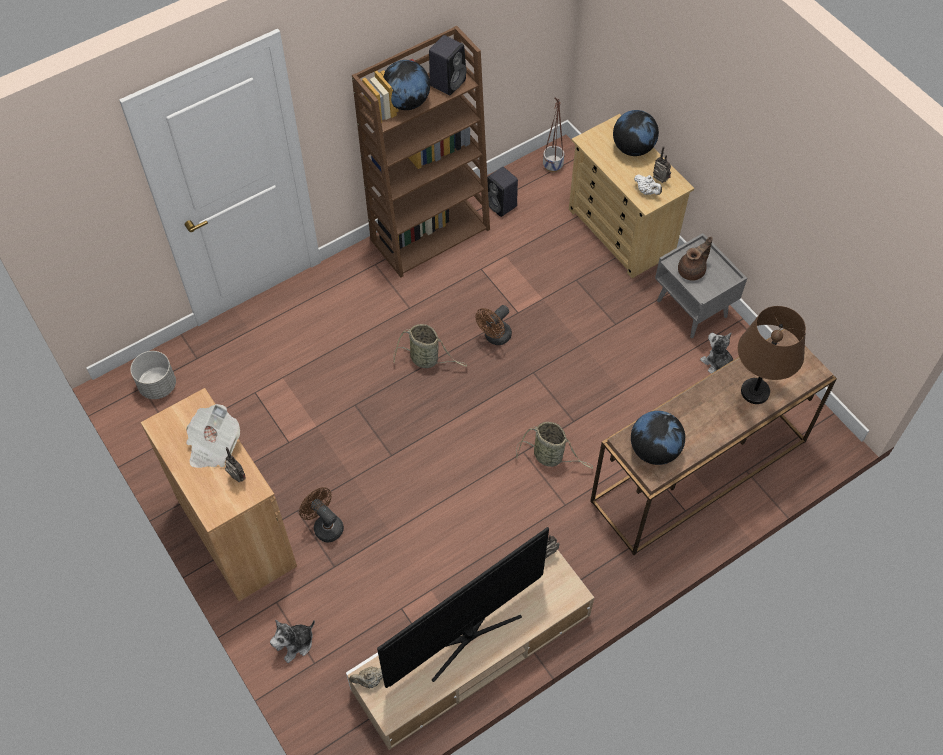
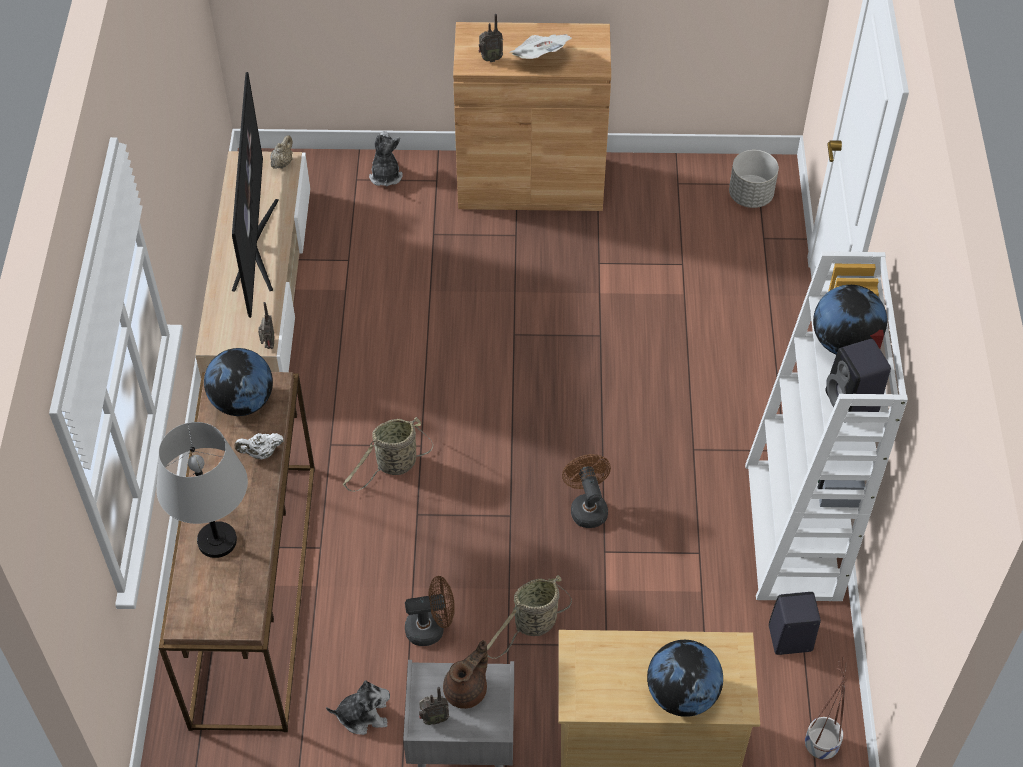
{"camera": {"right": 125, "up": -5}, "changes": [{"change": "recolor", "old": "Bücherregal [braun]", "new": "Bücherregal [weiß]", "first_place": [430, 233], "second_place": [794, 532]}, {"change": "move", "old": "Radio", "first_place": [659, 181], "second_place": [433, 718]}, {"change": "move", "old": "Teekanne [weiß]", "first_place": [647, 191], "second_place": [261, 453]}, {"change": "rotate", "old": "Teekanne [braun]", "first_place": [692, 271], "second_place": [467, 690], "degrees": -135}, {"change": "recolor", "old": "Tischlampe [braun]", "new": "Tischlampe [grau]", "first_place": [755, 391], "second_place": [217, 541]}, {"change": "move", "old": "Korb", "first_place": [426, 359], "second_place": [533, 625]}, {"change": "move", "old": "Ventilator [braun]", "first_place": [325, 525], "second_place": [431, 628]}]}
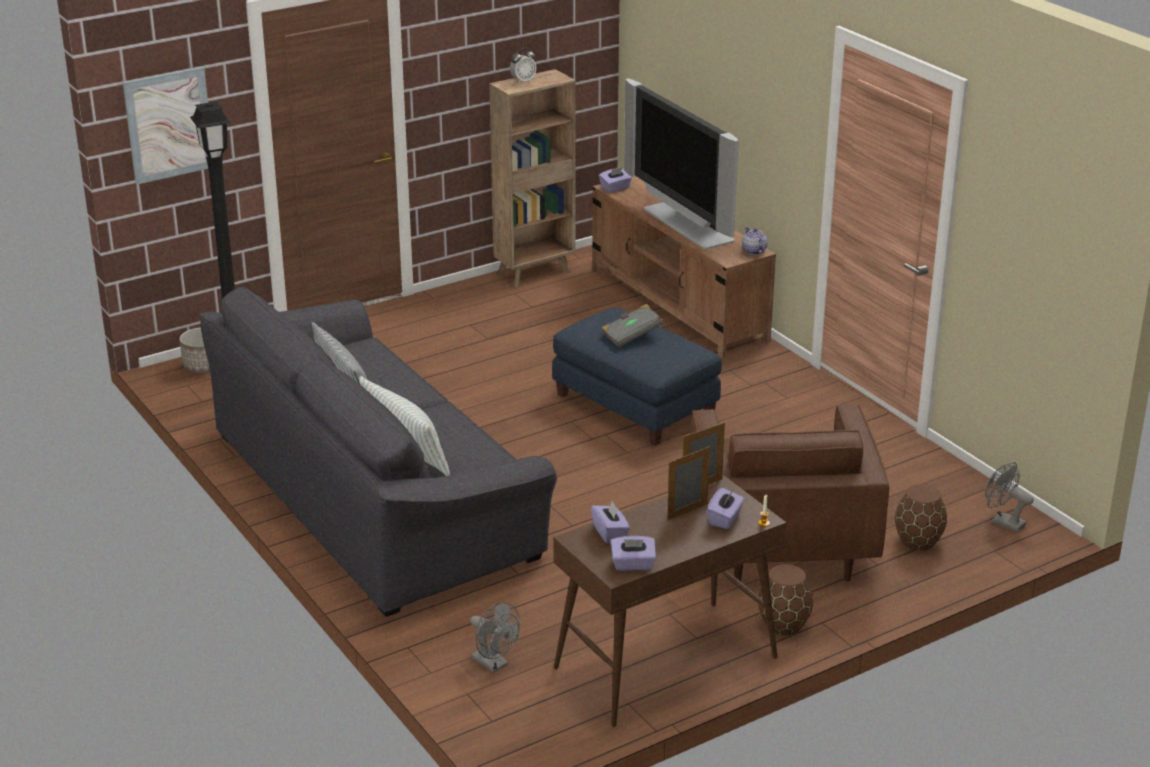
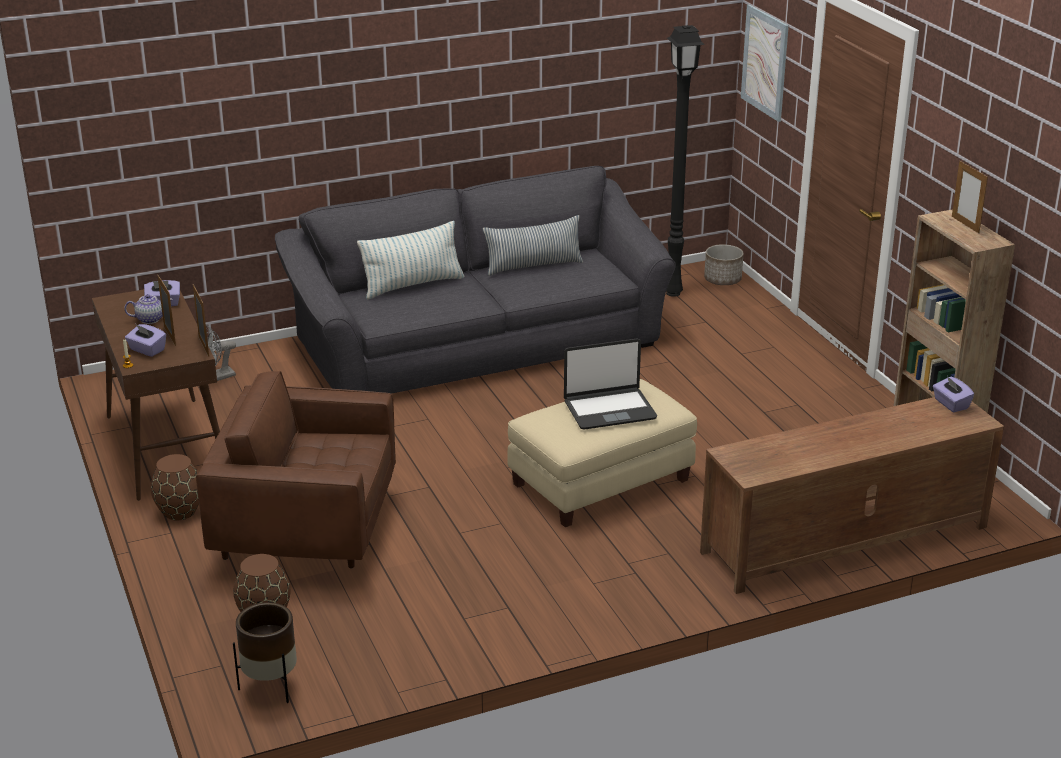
{"camera": {"right": 100, "up": 0}, "changes": [{"change": "replace", "old": "Wecker", "new": "Bilderrahmen", "first_place": [523, 81], "second_place": [965, 224]}, {"change": "delete", "old": "Fernseher", "first_place": [686, 225]}, {"change": "move", "old": "Teekanne", "first_place": [753, 251], "second_place": [150, 319]}, {"change": "replace", "old": "Buch [grau]", "new": "Laptop", "first_place": [631, 336], "second_place": [609, 410]}, {"change": "recolor", "old": "Polsterhocker [blau]", "new": "Polsterhocker [beige]", "first_place": [635, 405], "second_place": [599, 482]}, {"change": "replace", "old": "Ventilator [grau]", "new": "Pflanzkübel [braun]", "first_place": [1003, 522], "second_place": [270, 686]}, {"change": "delete", "old": "Taschentuchbox [lila]", "first_place": [633, 565]}]}
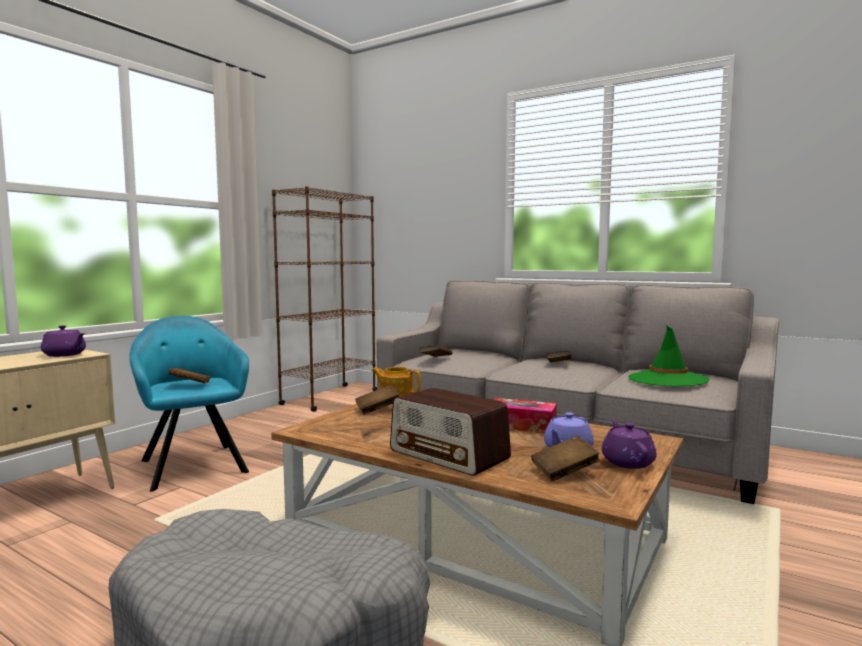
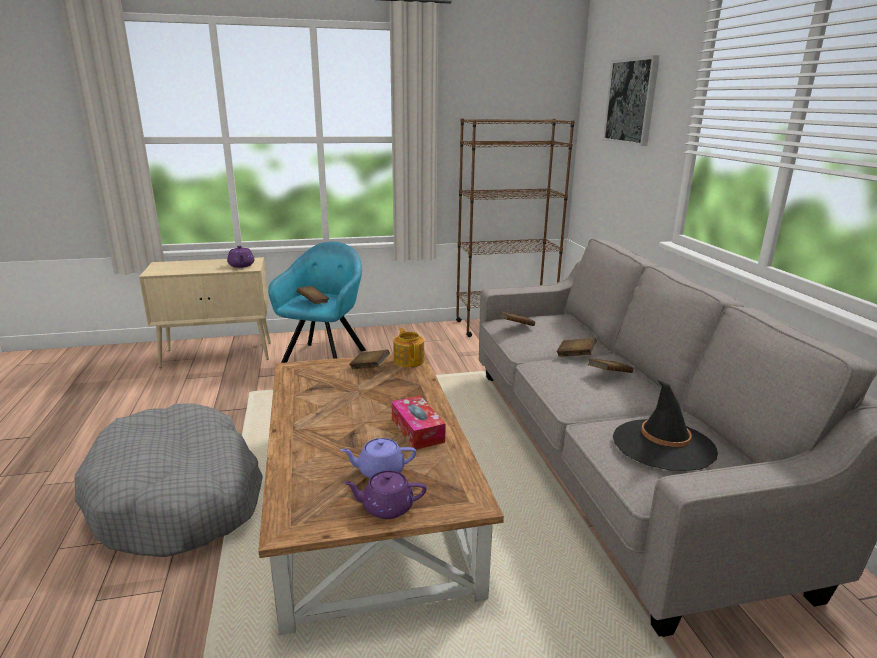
{"camera": {"right": 45, "up": 15}, "changes": [{"change": "recolor", "old": "Hut [grün]", "new": "Hut [schwarz]", "first_place": [667, 379], "second_place": [663, 445]}, {"change": "delete", "old": "Radio", "first_place": [449, 455]}, {"change": "rotate", "old": "Teekanne [lila]", "first_place": [627, 462], "second_place": [386, 507], "degrees": -135}, {"change": "move", "old": "Buch [braun]", "first_place": [564, 472], "second_place": [575, 356]}, {"change": "insert", "new": "Bild", "second_place": [631, 101]}]}
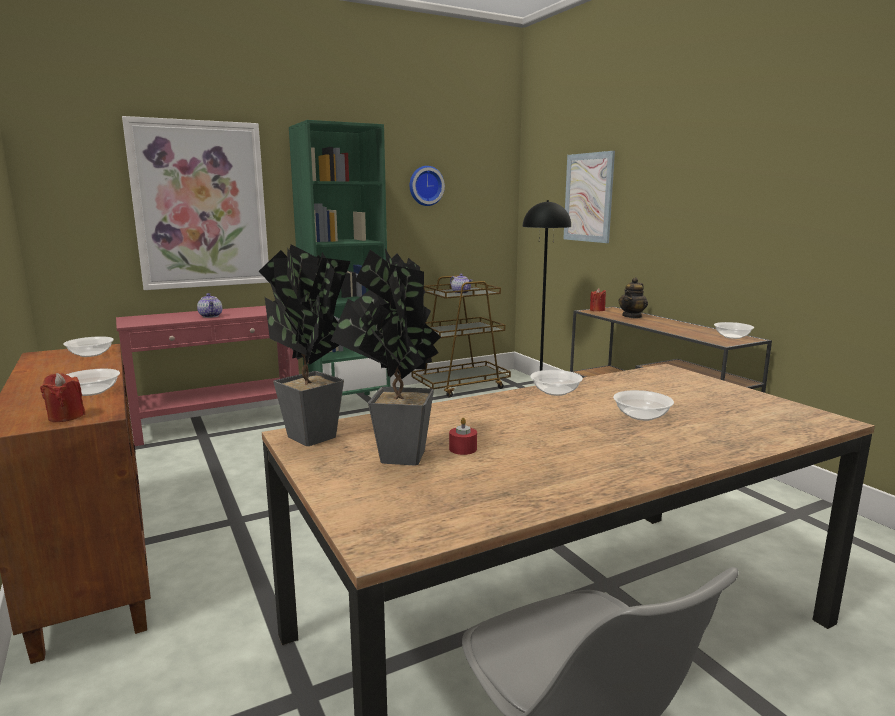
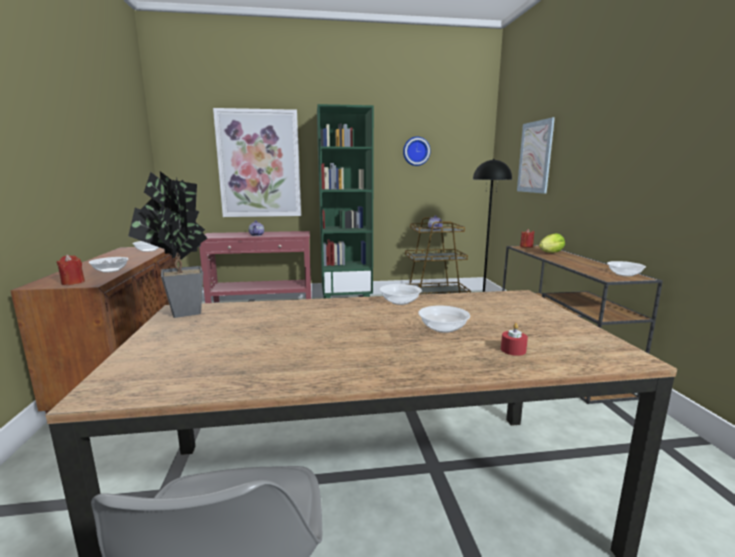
{"camera": {"right": 20, "up": 0}, "changes": [{"change": "delete", "old": "Topfpflanze", "first_place": [396, 459]}, {"change": "replace", "old": "Teekanne", "new": "Salatkopf", "first_place": [632, 316], "second_place": [550, 253]}, {"change": "move", "old": "Kerze [rot]", "first_place": [463, 449], "second_place": [513, 350]}]}
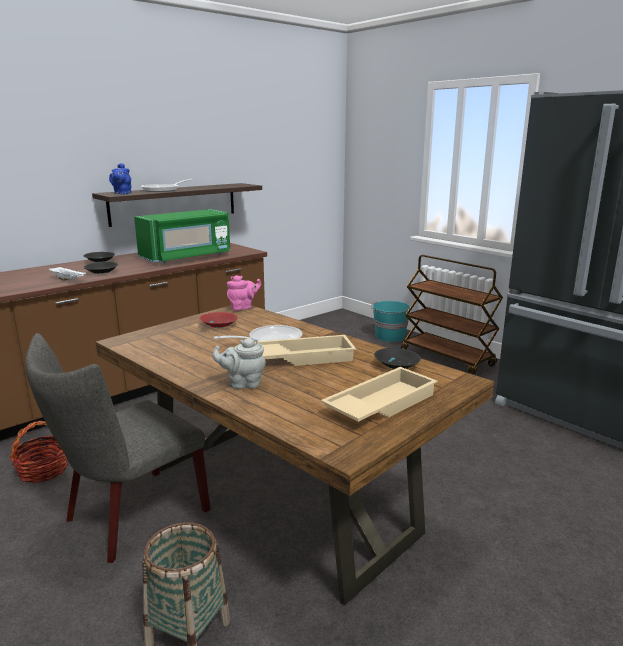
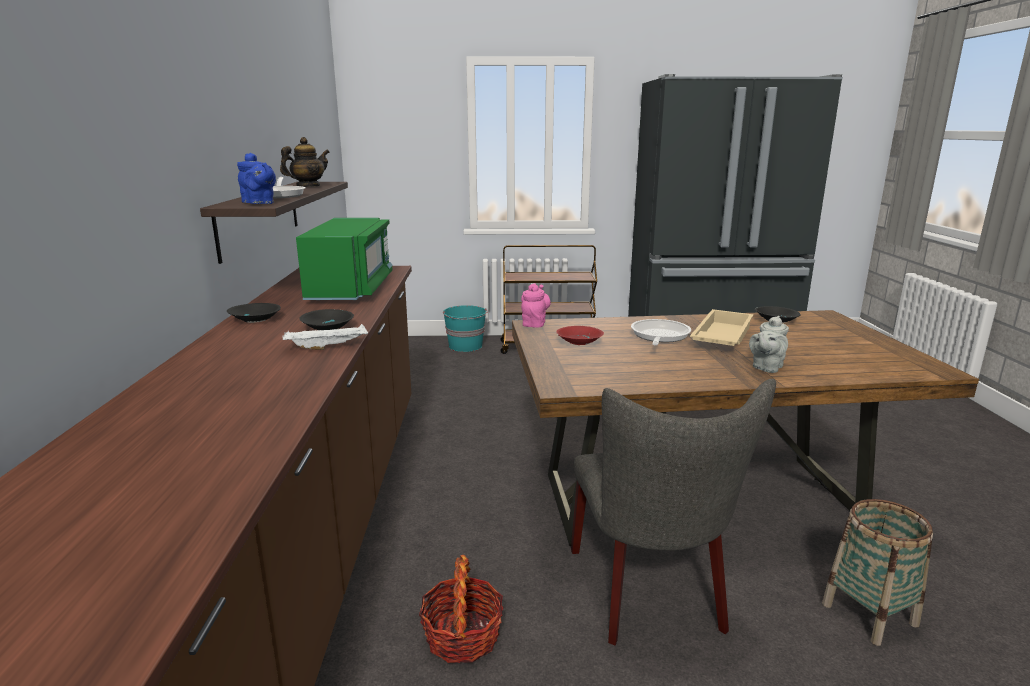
{"camera": {"right": -50, "up": 0}, "changes": [{"change": "delete", "old": "Tablett [beige]", "first_place": [380, 403]}, {"change": "insert", "new": "Teekanne", "second_place": [308, 187]}]}
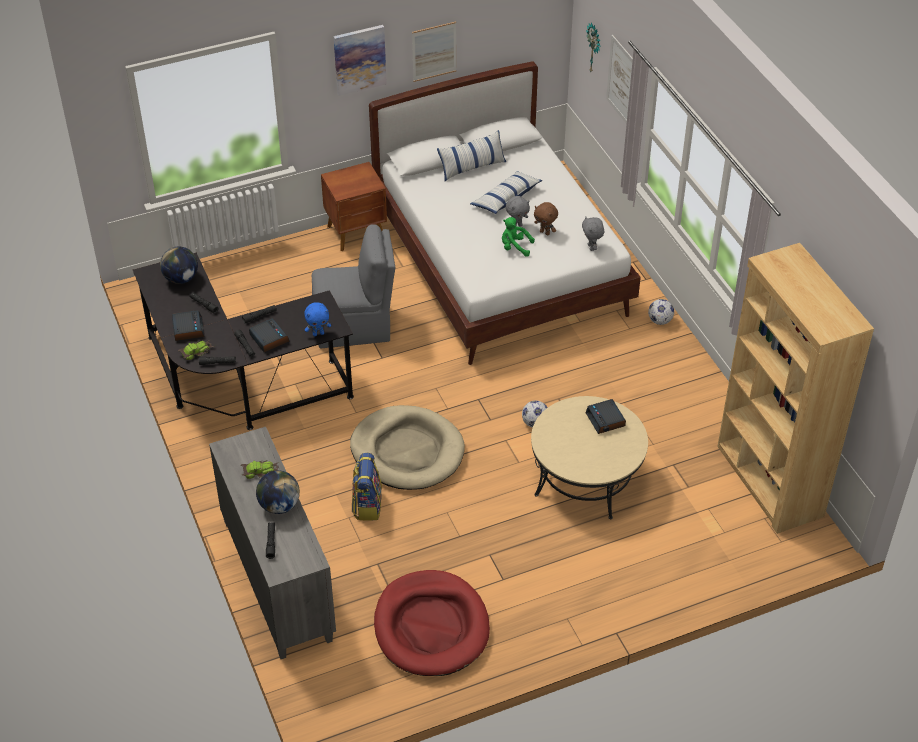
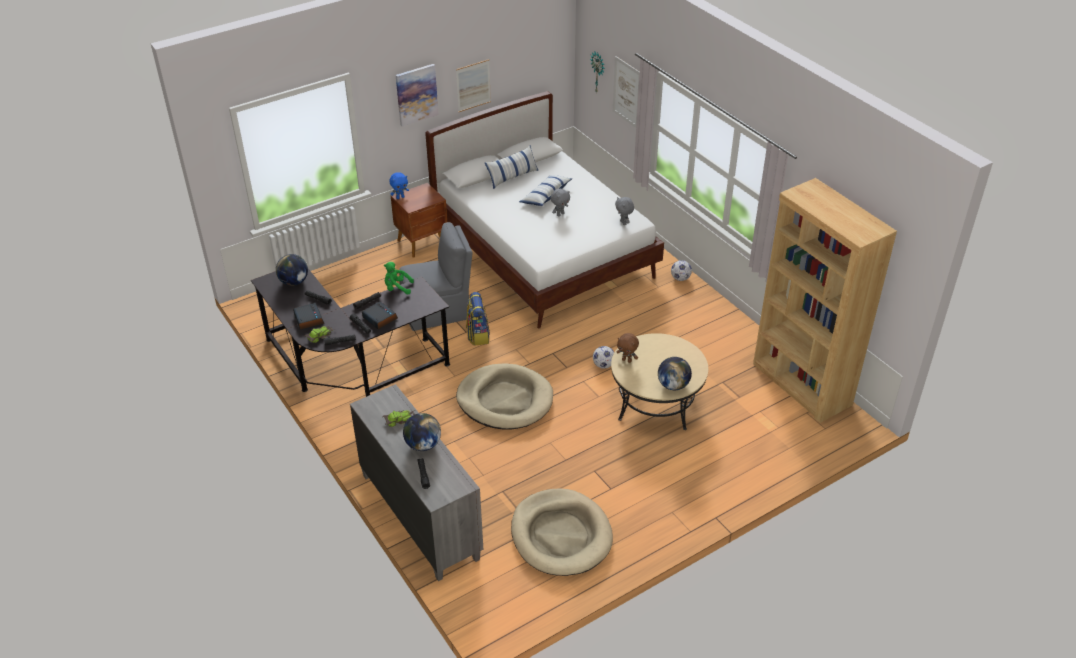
{"camera": {"right": -10, "up": -5}, "changes": [{"change": "move", "old": "Plüschtier [braun]", "first_place": [545, 232], "second_place": [627, 360]}, {"change": "move", "old": "Plüschtier [grün]", "first_place": [515, 247], "second_place": [397, 288]}, {"change": "move", "old": "Plüschtier [blau]", "first_place": [318, 333], "second_place": [400, 197]}, {"change": "delete", "old": "Wecker", "first_place": [606, 420]}, {"change": "move", "old": "Rucksack", "first_place": [367, 505], "second_place": [478, 335]}, {"change": "recolor", "old": "Hundebett [rot]", "new": "Hundebett [beige]", "first_place": [431, 627], "second_place": [561, 535]}, {"change": "insert", "new": "Globus", "second_place": [673, 385]}]}
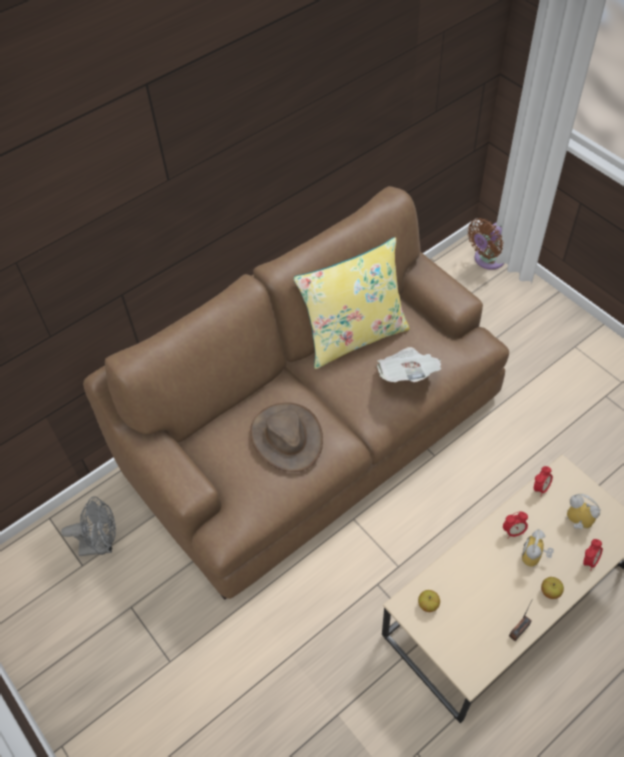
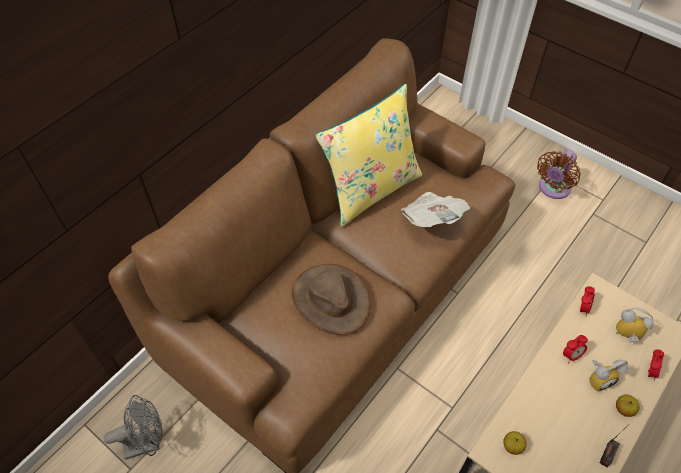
{"camera": {"right": -15, "up": 0}, "changes": [{"change": "move", "old": "Ventilator [braun]", "first_place": [487, 260], "second_place": [552, 189]}, {"change": "rotate", "old": "Wecker", "first_place": [534, 558], "second_place": [599, 378], "degrees": -120}]}
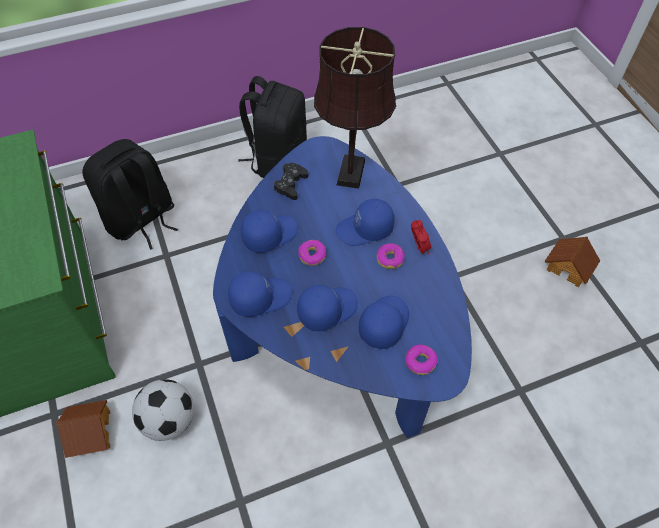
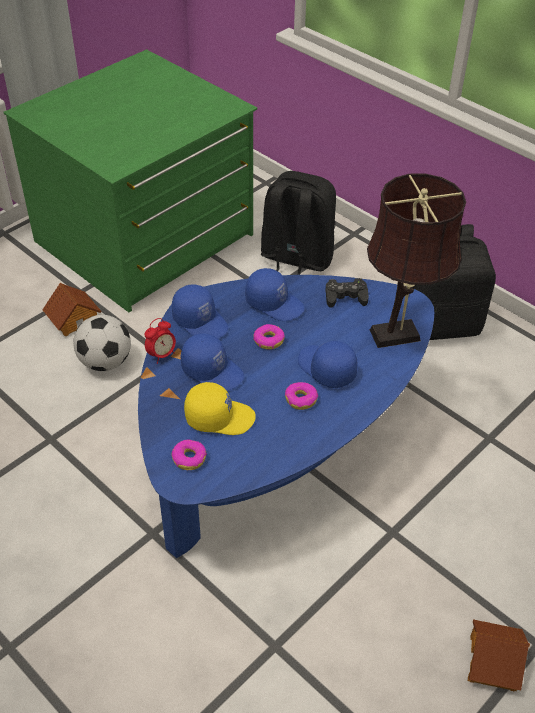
{"camera": {"right": 65, "up": -10}, "changes": [{"change": "move", "old": "Wecker", "first_place": [419, 248], "second_place": [161, 355]}, {"change": "recolor", "old": "Kappe [blau]", "new": "Kappe [gelb]", "first_place": [383, 323], "second_place": [219, 417]}]}
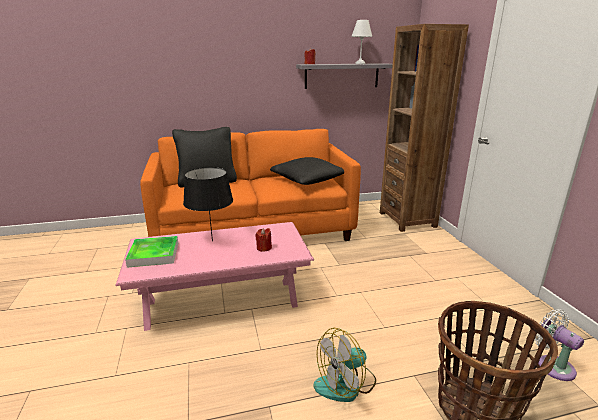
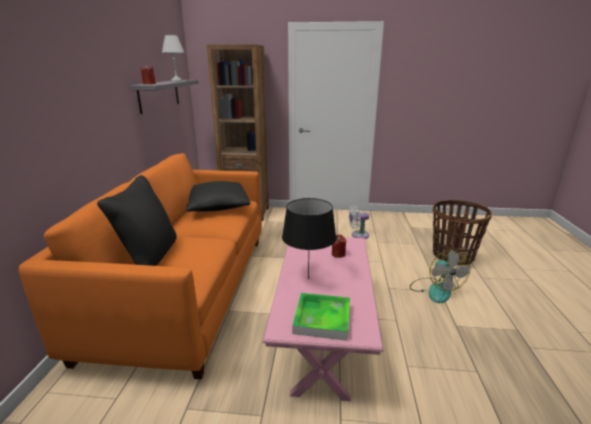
{"camera": {"right": -70, "up": 0}, "changes": [{"change": "move", "old": "Ventilator [weiß]", "first_place": [552, 365], "second_place": [358, 235]}]}
